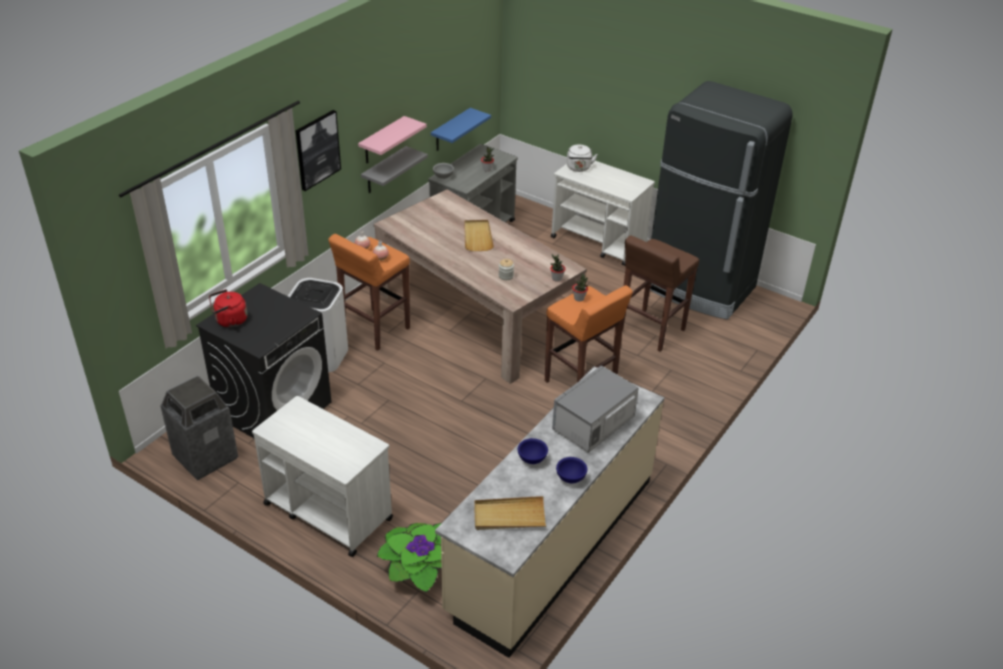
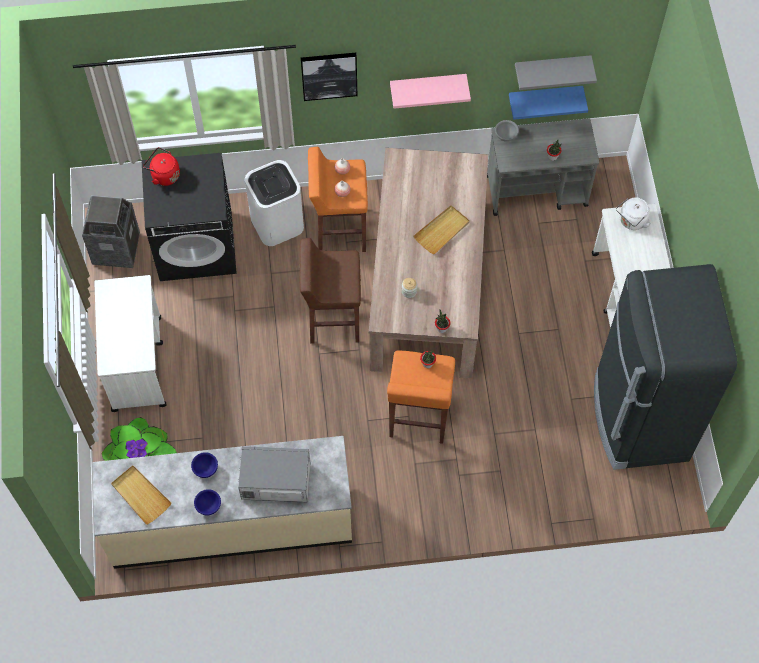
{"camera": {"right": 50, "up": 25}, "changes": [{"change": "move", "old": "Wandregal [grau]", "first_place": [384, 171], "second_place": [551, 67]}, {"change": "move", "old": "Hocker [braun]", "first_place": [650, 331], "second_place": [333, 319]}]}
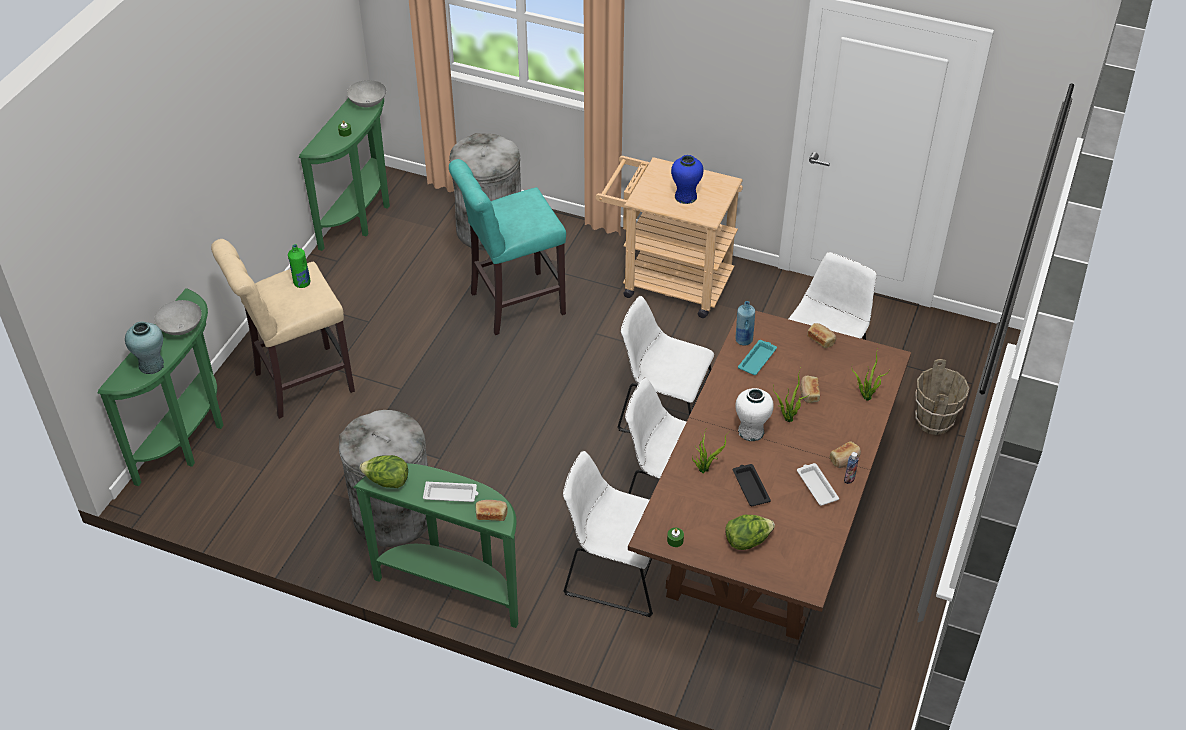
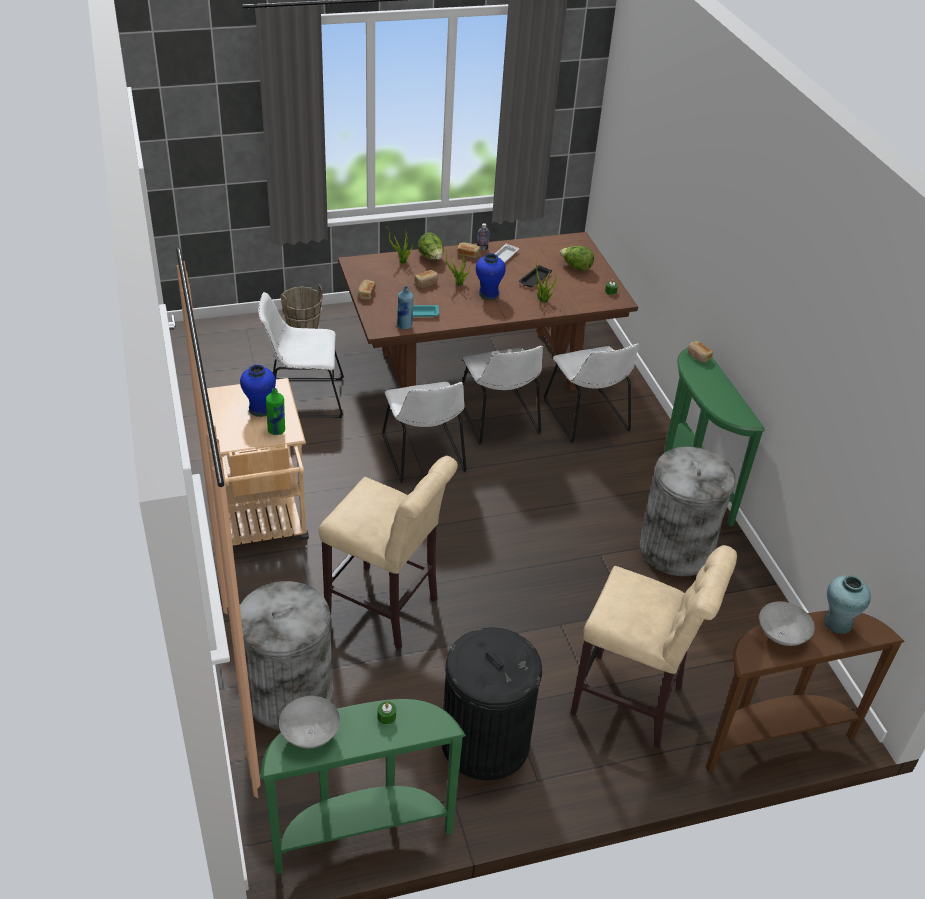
{"camera": {"right": -130, "up": -5}, "changes": [{"change": "recolor", "old": "Hocker [türkis]", "new": "Hocker [beige]", "first_place": [512, 305], "second_place": [387, 610]}, {"change": "move", "old": "Flasche [grün]", "first_place": [302, 283], "second_place": [277, 430]}, {"change": "recolor", "old": "Konsolentisch [grün]", "new": "Konsolentisch [braun]", "first_place": [190, 439], "second_place": [772, 737]}, {"change": "recolor", "old": "Vase [weiß]", "new": "Vase [blau]", "first_place": [751, 431], "second_place": [488, 294]}, {"change": "move", "old": "Salatkopf", "first_place": [387, 481], "second_place": [431, 258]}, {"change": "delete", "old": "Tablett [weiß]", "first_place": [451, 494]}, {"change": "insert", "new": "Mülleimer [schwarz]", "second_place": [486, 742]}]}
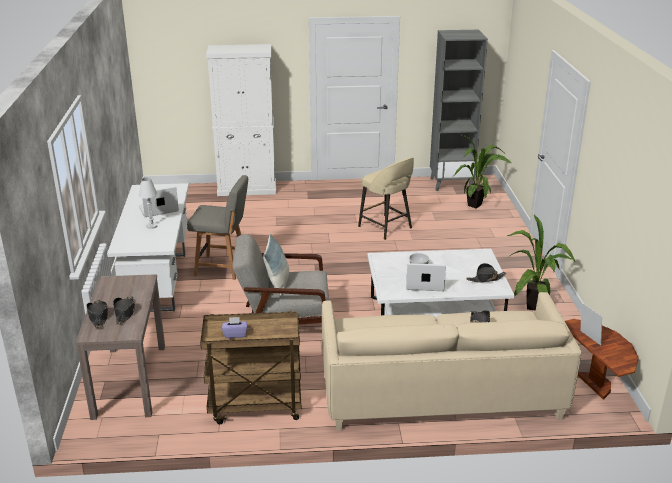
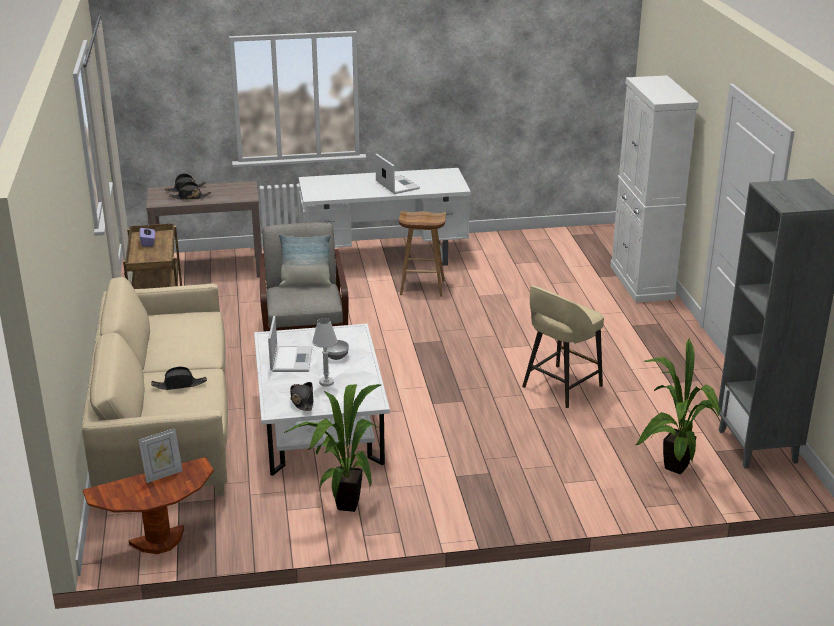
{"camera": {"right": 85, "up": 0}, "changes": [{"change": "replace", "old": "Stuhl [grau]", "new": "Hocker [braun]", "first_place": [223, 267], "second_place": [421, 288]}, {"change": "move", "old": "Tischlampe [weiß]", "first_place": [152, 226], "second_place": [326, 382]}]}
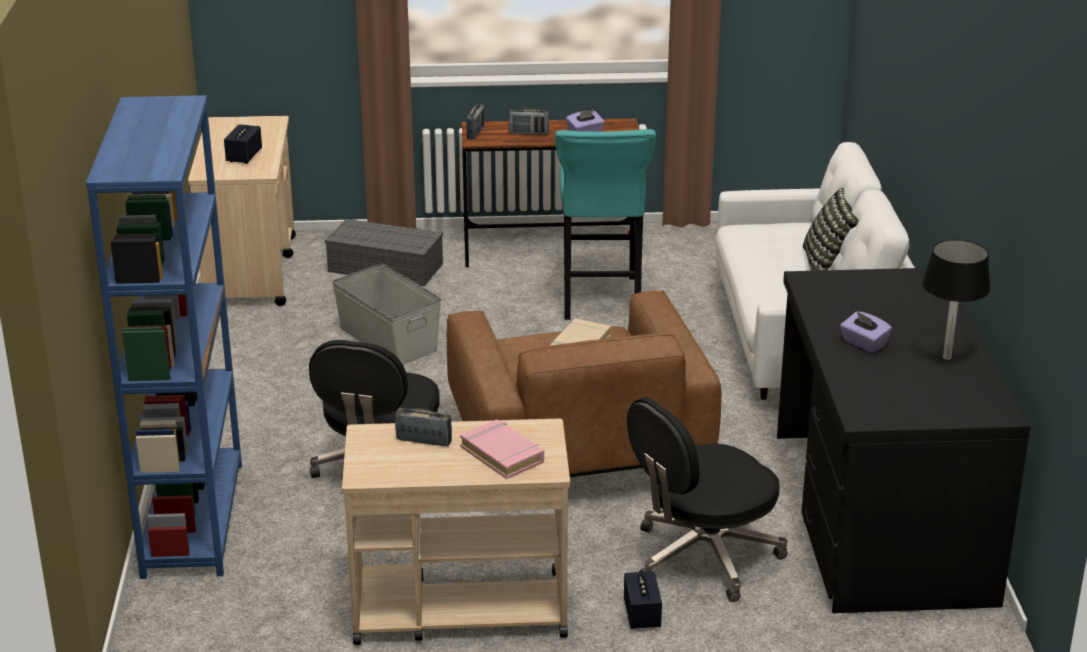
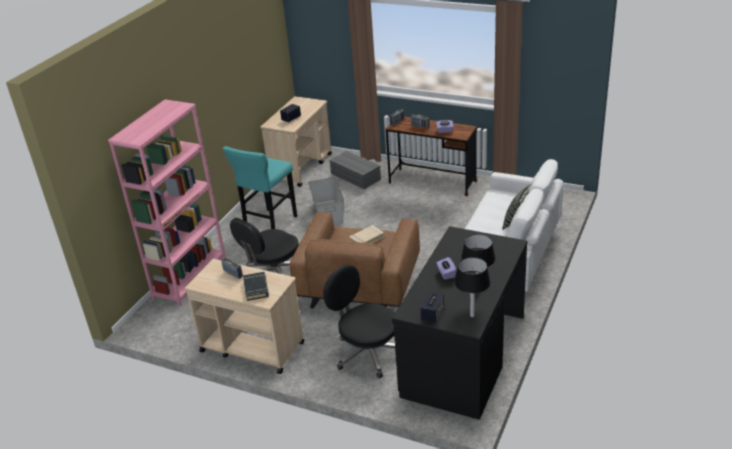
{"camera": {"right": 30, "up": 5}, "changes": [{"change": "recolor", "old": "Bücherregal [blau]", "new": "Bücherregal [rosa]", "first_place": [193, 519], "second_place": [190, 278]}, {"change": "move", "old": "Hocker [türkis]", "first_place": [600, 301], "second_place": [269, 225]}, {"change": "rotate", "old": "Bürostuhl [schwarz]", "first_place": [702, 557], "second_place": [367, 353], "degrees": 45}, {"change": "recolor", "old": "Buch [rosa]", "new": "Buch [schwarz]", "first_place": [502, 454], "second_place": [256, 288]}, {"change": "move", "old": "Lautsprecher", "first_place": [642, 614], "second_place": [432, 314]}, {"change": "insert", "new": "Tischlampe [schwarz]", "second_place": [472, 315]}]}
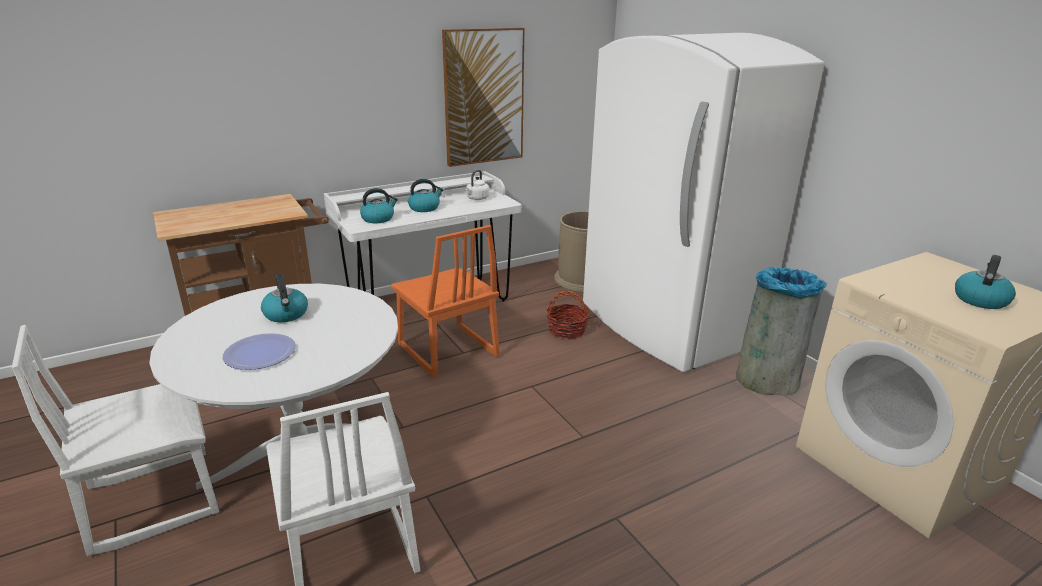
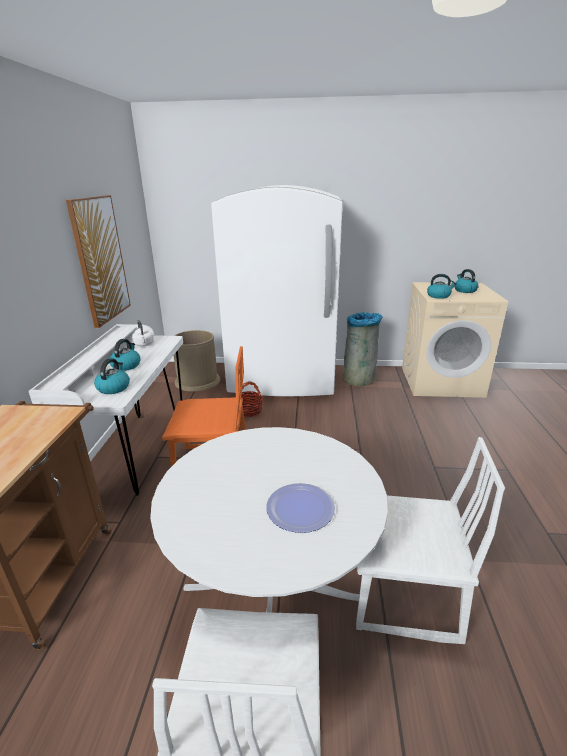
{"camera": {"right": -55, "up": 0}, "changes": [{"change": "move", "old": "Wasserkessel", "first_place": [286, 314], "second_place": [439, 296]}]}
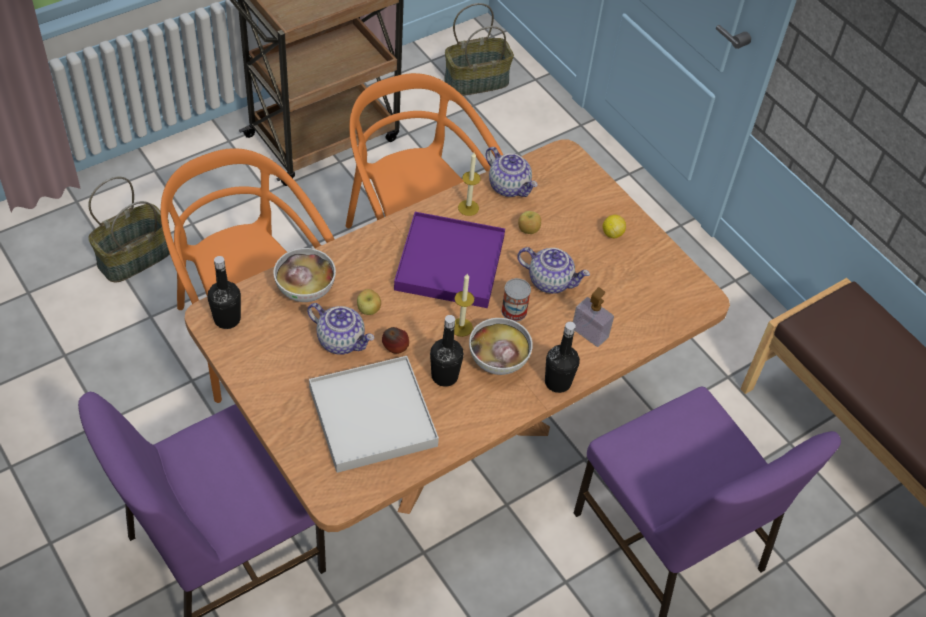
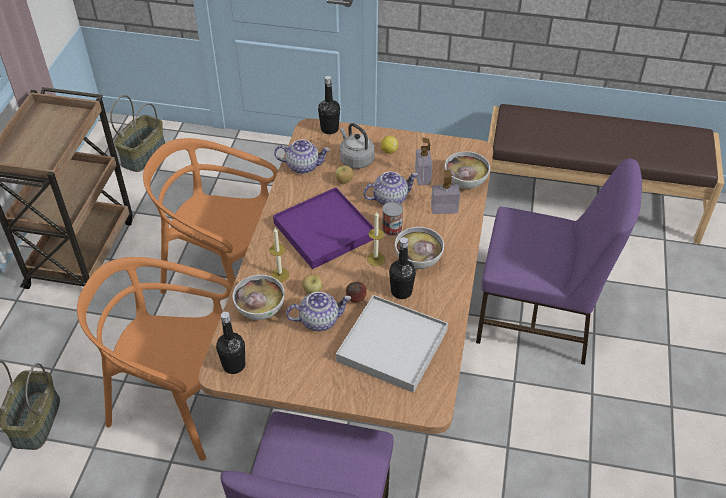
{"camera": {"right": -40, "up": -5}, "changes": [{"change": "move", "old": "Kerze", "first_place": [468, 208], "second_place": [280, 275]}, {"change": "move", "old": "Flasche [schwarz]", "first_place": [557, 382], "second_place": [329, 129]}, {"change": "insert", "new": "Wasserkessel [grau]", "second_place": [355, 159]}, {"change": "insert", "new": "Seifenspender", "second_place": [422, 176]}, {"change": "insert", "new": "Schüssel", "second_place": [465, 182]}]}
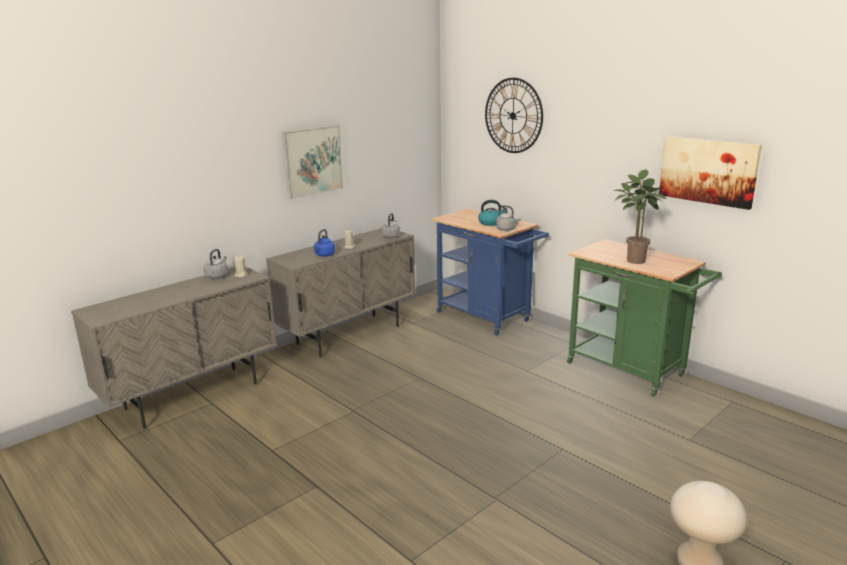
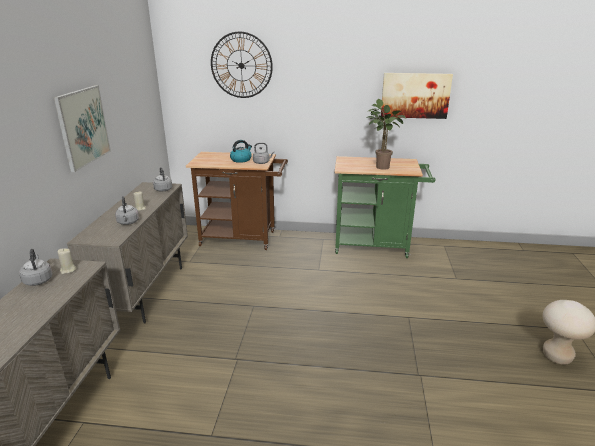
{"camera": {"right": -40, "up": 5}, "changes": [{"change": "recolor", "old": "Rollwagen [blau]", "new": "Rollwagen [braun]", "first_place": [487, 318], "second_place": [243, 238]}, {"change": "recolor", "old": "Wasserkessel [blau]", "new": "Wasserkessel [grau]", "first_place": [324, 255], "second_place": [128, 222]}]}
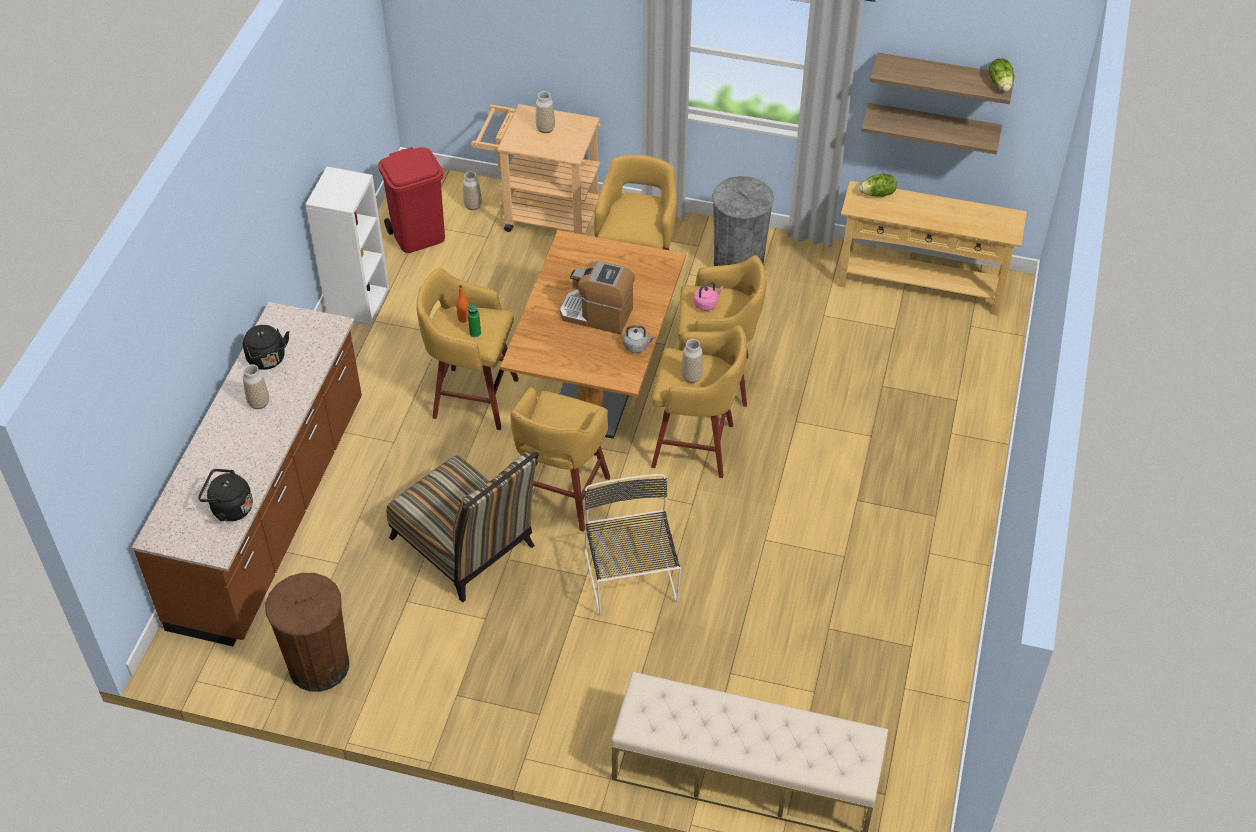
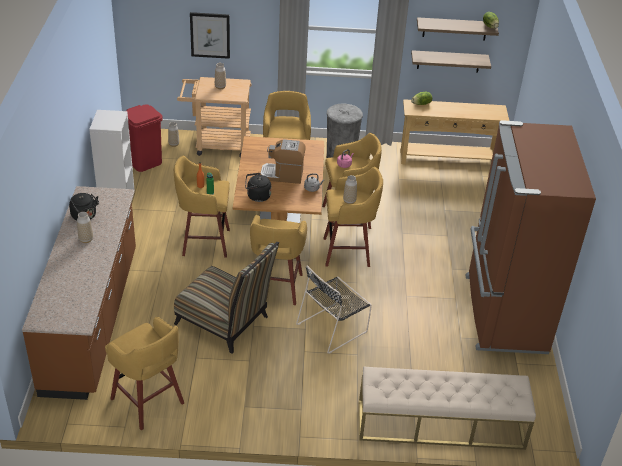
{"camera": {"right": -15, "up": -10}, "changes": [{"change": "move", "old": "Wasserkessel [schwarz]", "first_place": [229, 508], "second_place": [257, 196]}, {"change": "rotate", "old": "Stuhl [schwarz]", "first_place": [631, 579], "second_place": [333, 327], "degrees": -105}, {"change": "replace", "old": "Mülleimer [braun]", "new": "Hocker [gelb]", "first_place": [319, 666], "second_place": [148, 402]}, {"change": "insert", "new": "Bild", "second_place": [210, 35]}, {"change": "insert", "new": "Kühlschrank [braun]", "second_place": [503, 314]}]}
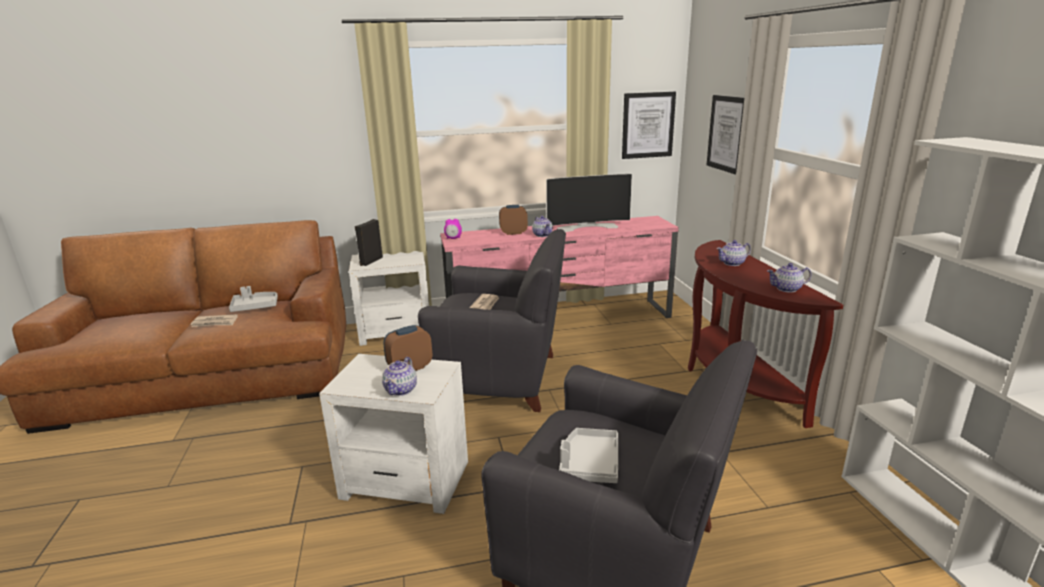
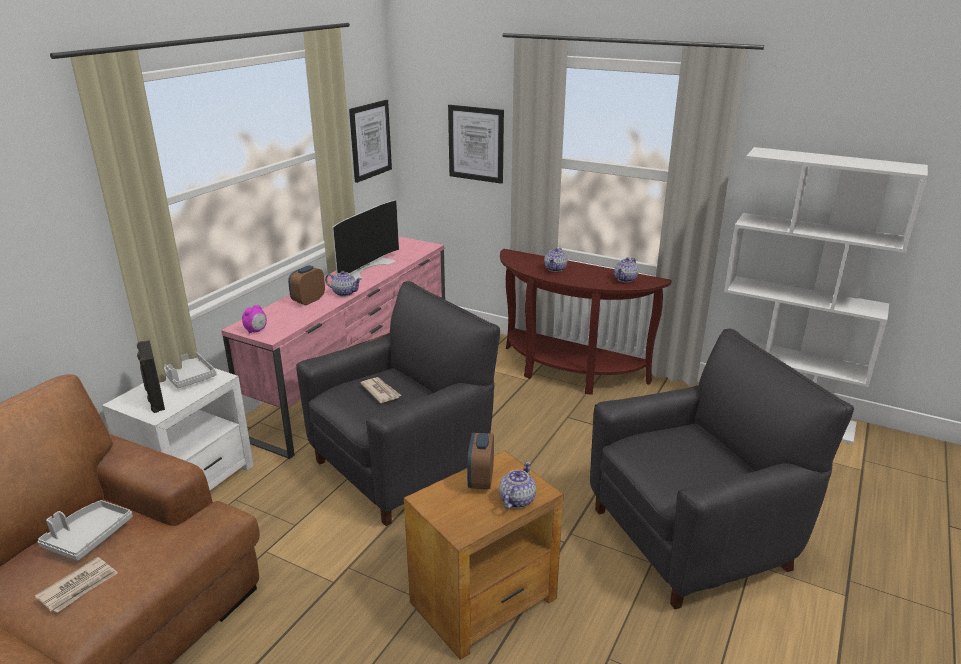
{"camera": {"right": -50, "up": 5}, "changes": [{"change": "recolor", "old": "Beistelltisch [weiß]", "new": "Beistelltisch [braun]", "first_place": [406, 480], "second_place": [485, 600]}, {"change": "rotate", "old": "Teekanne", "first_place": [401, 389], "second_place": [516, 500], "degrees": -120}, {"change": "move", "old": "Tablett [grau]", "first_place": [589, 464], "second_place": [188, 376]}]}
